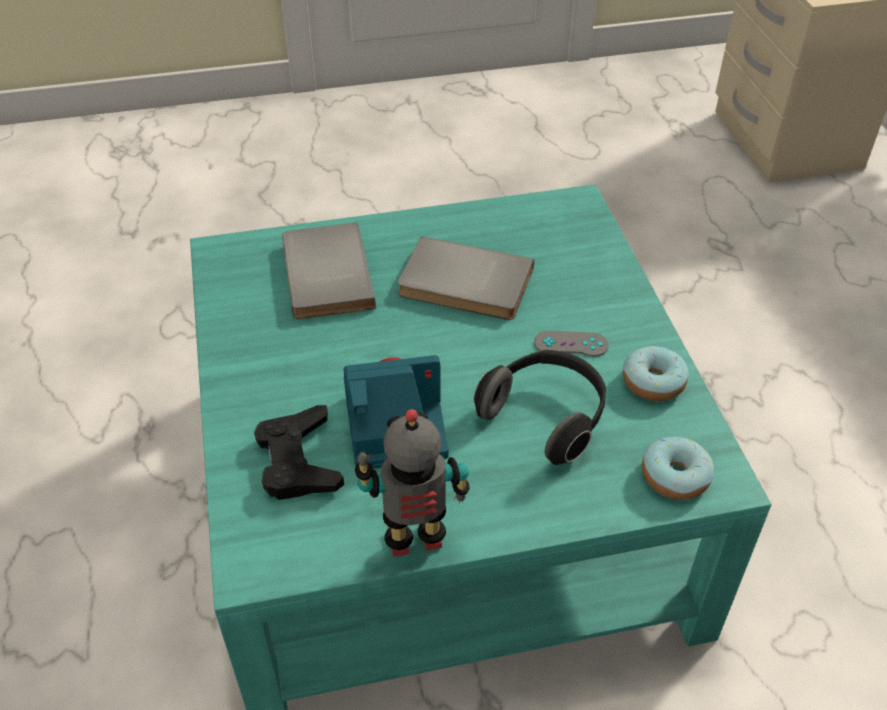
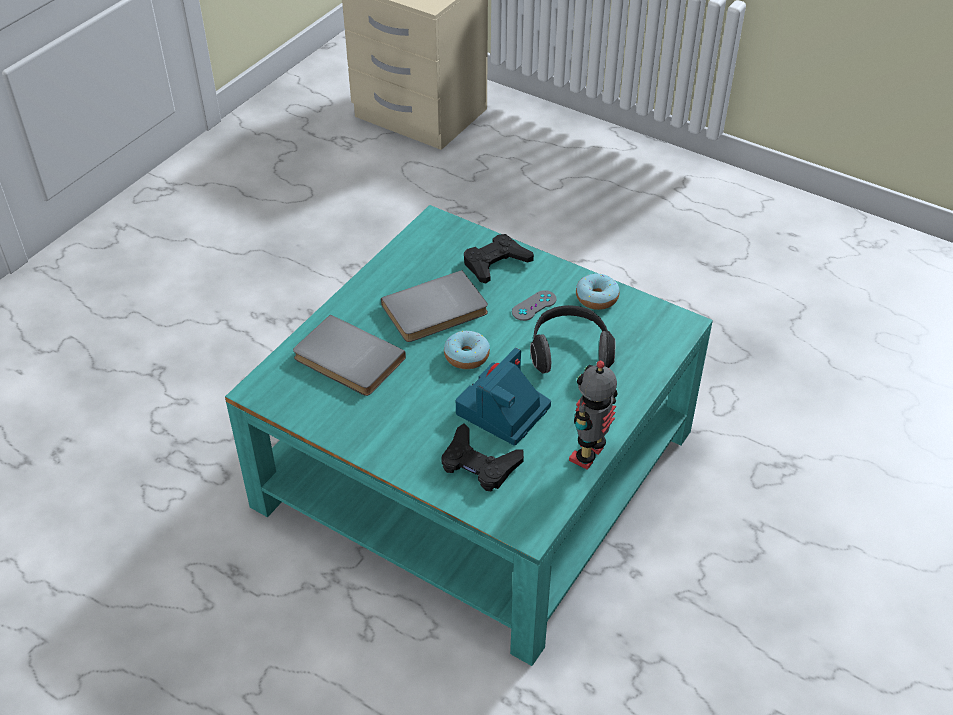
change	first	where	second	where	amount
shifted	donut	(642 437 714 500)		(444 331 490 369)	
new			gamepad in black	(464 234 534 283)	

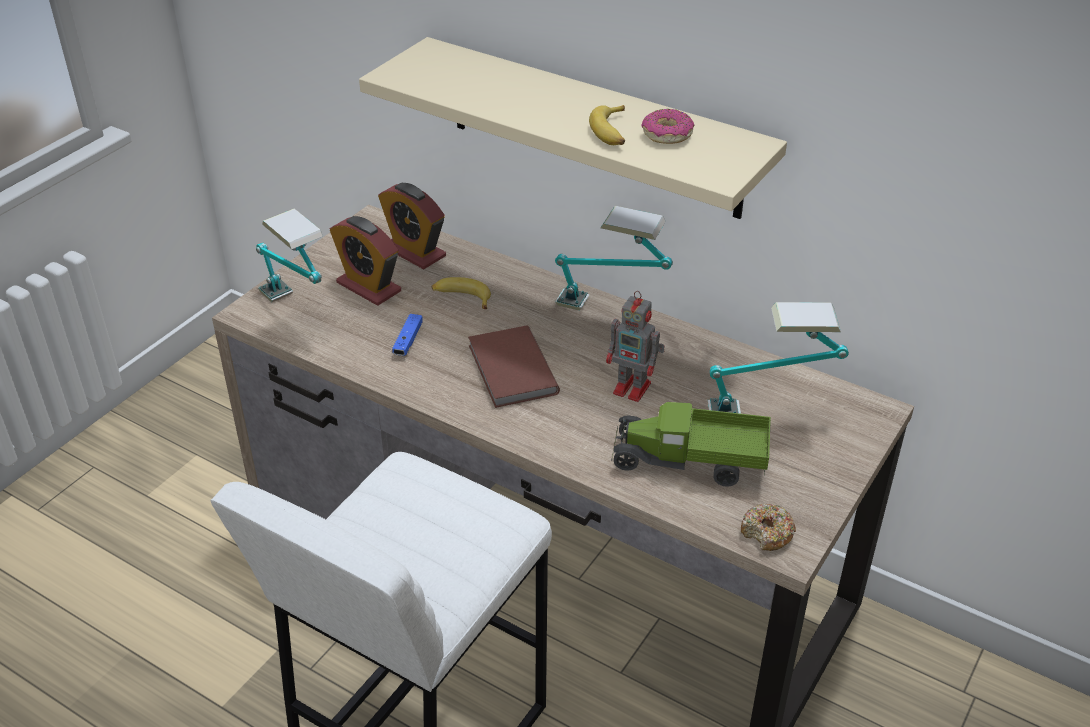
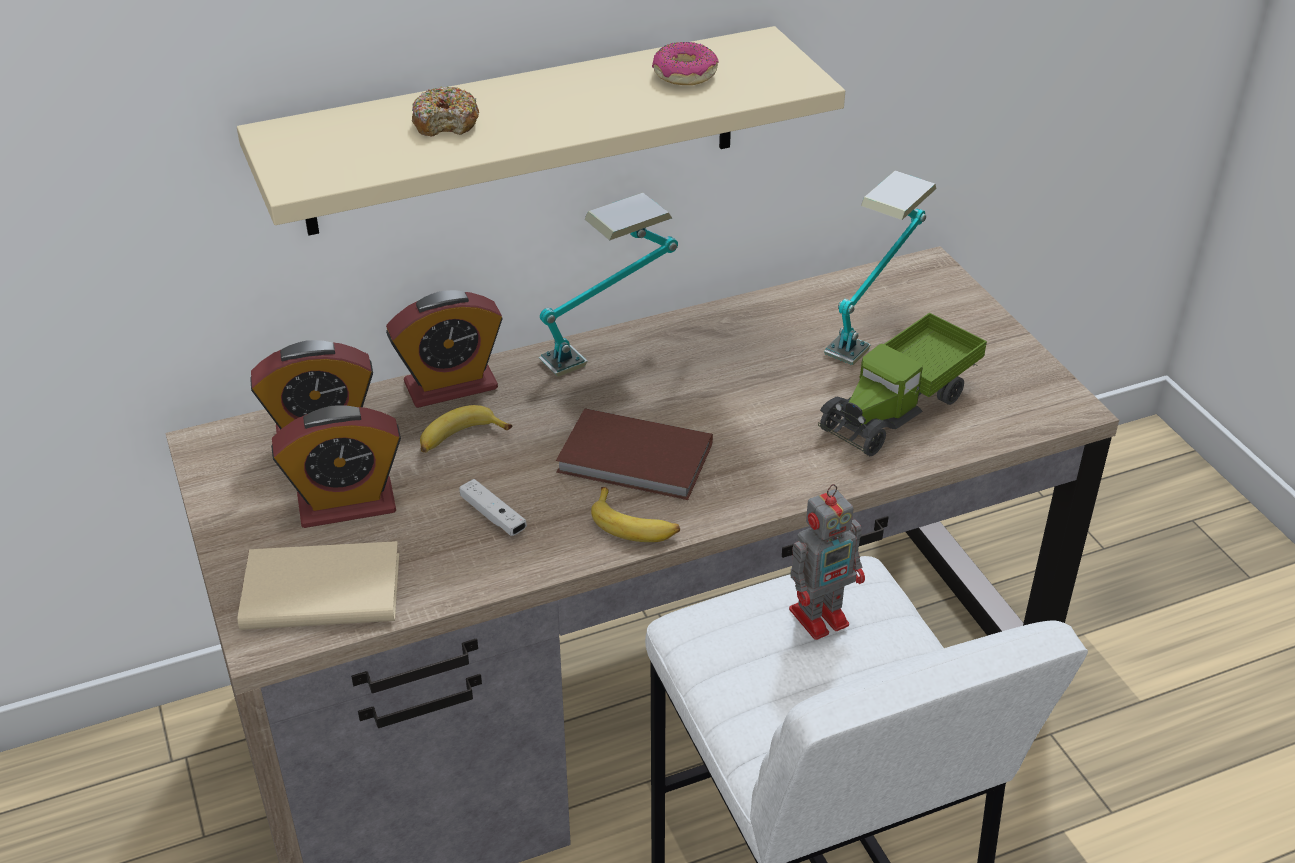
change	first	where	second	where	amount
shifted	banana	(589 105 625 145)		(591 487 680 542)	
swapped	tabletop lamp	(256 208 323 303)	bound book in beige	(237 541 399 630)	
shifted	model robot	(606 291 665 402)		(789 484 865 640)	
repainted	gamepad in blue-coloured	(392 314 423 356)	gamepad in whitish	(459 479 527 536)	
shifted	donut	(741 504 796 551)		(412 87 479 137)	
new			alarm clock	(386 290 503 408)	

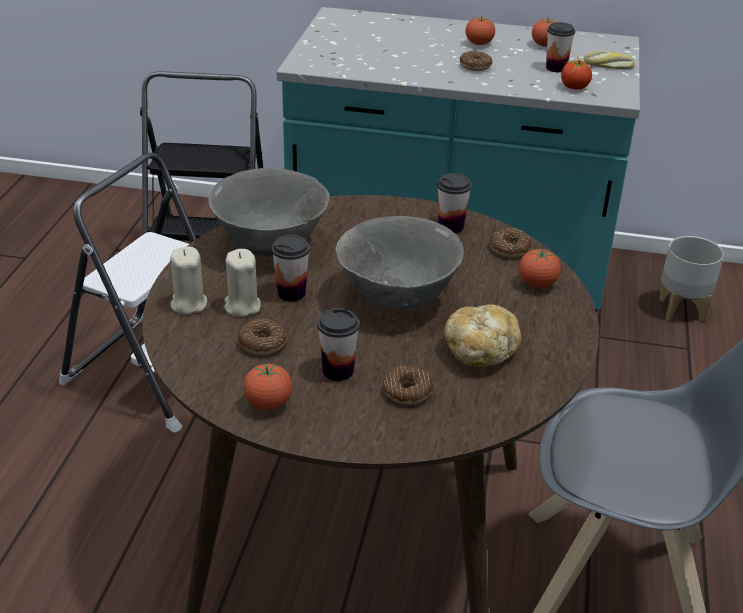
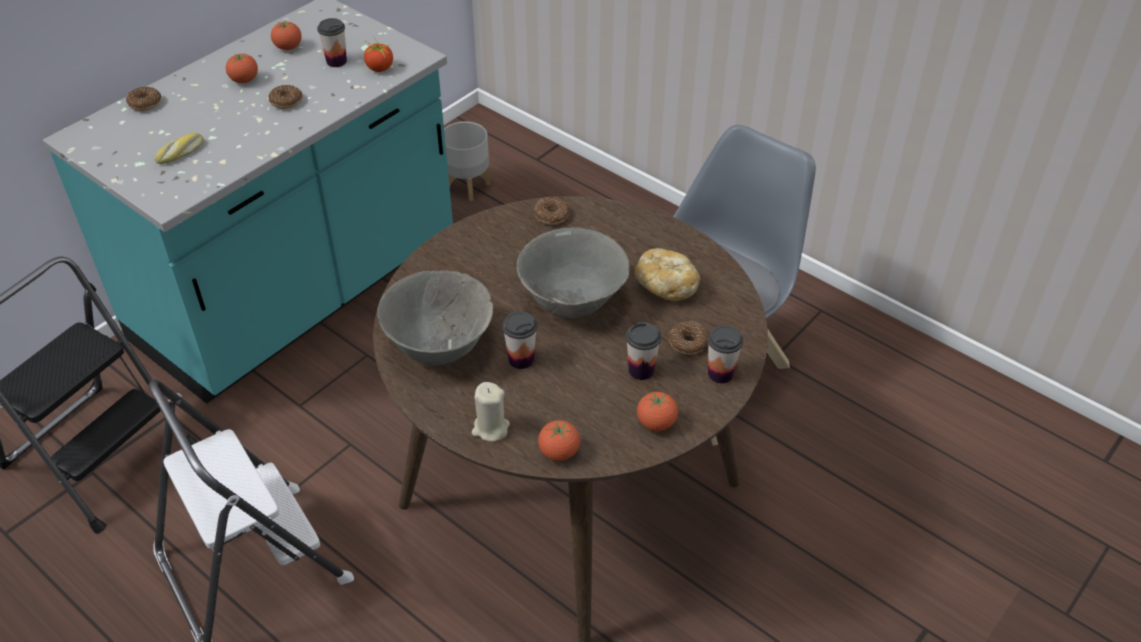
change	first	where	second	where	amount
shifted	bakery bread	(584 50 635 69)		(155 133 204 164)	
shifted	drinking cup	(437 173 472 234)		(708 325 743 383)	
shifted	fresh tomato	(519 248 561 288)		(538 420 580 461)	
gone	wax light in beige	(224 249 261 317)			
shifted	donut	(238 319 287 355)		(126 87 161 111)	

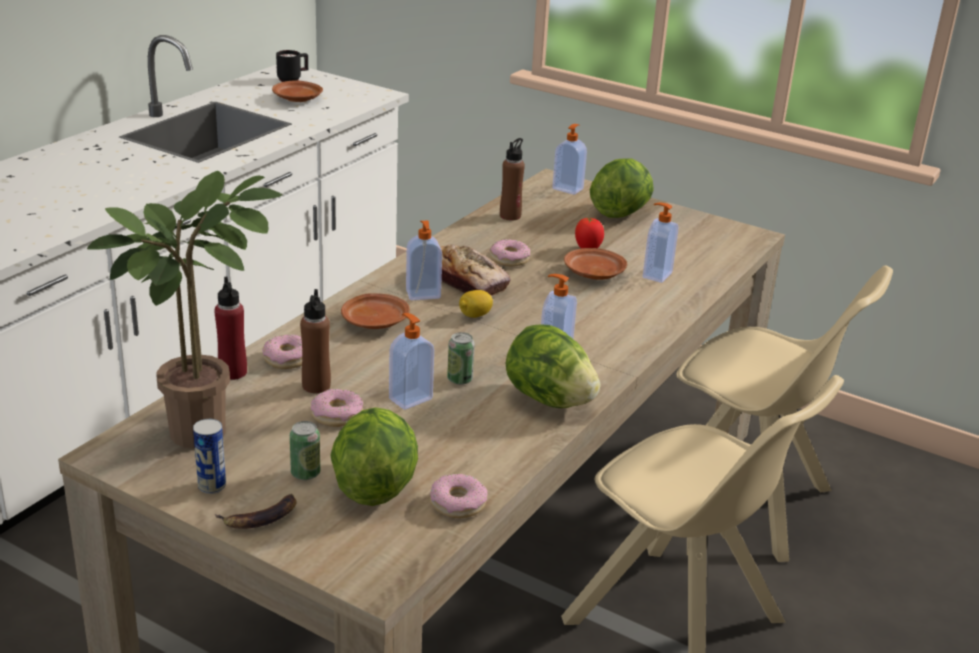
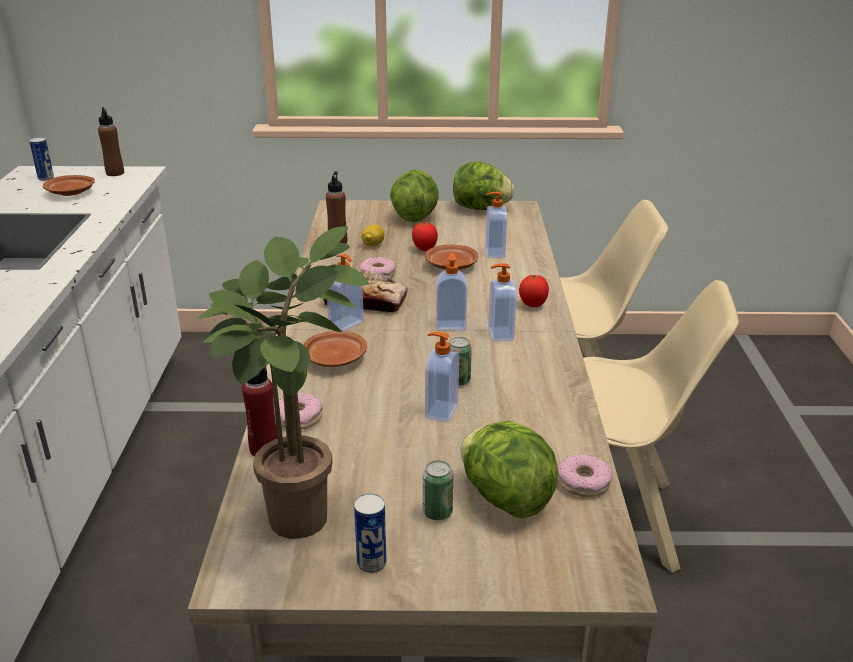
change	first	where	second	where	amount
swapped	mug in black	(276 50 308 82)	metal can	(29 137 54 181)	
shifted	soap dispenser	(552 124 587 195)		(436 253 467 331)	
shifted	beverage bottle in brownish	(300 289 331 393)		(98 107 124 176)	
shifted	citrus fruit	(459 290 493 318)		(361 225 385 247)	
shifted	head of lettuce	(506 324 600 408)		(453 161 515 210)	
gone	donut	(311 389 363 427)			
gone	banana	(215 494 297 529)			
new			fresh tomato	(519 274 549 307)	

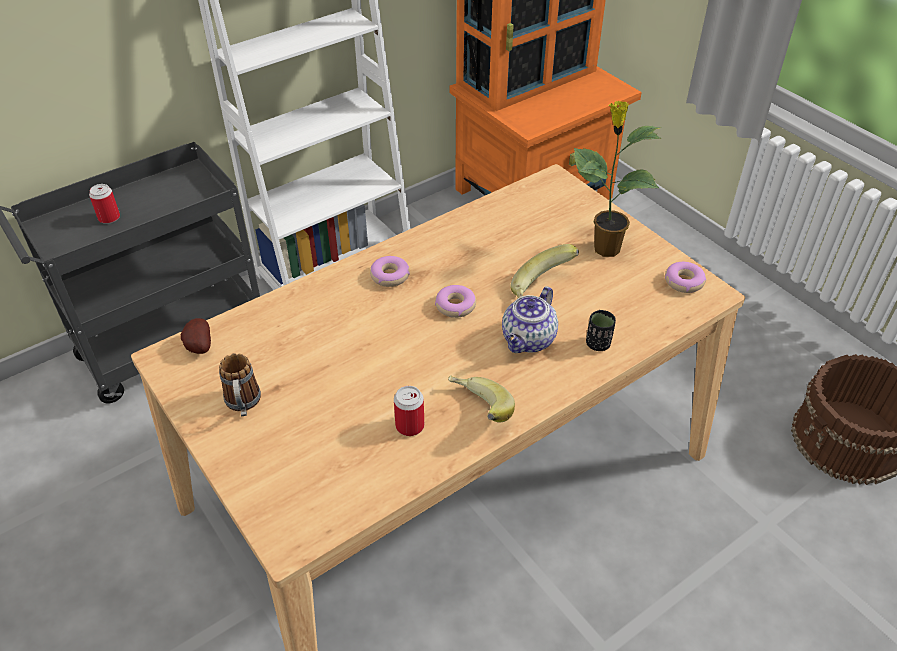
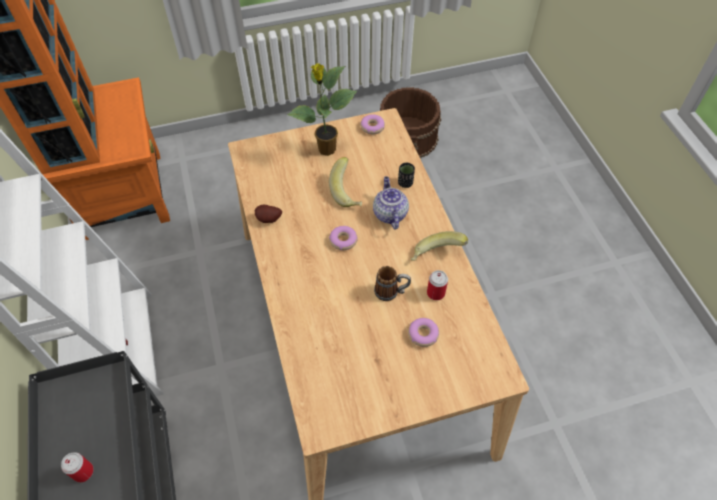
change	first	where	second	where	amount
shifted	donut	(370 256 410 287)		(408 318 439 347)	
rotated	teapot	(502 286 558 353)		(373 176 409 230)	150 degrees counterclockwise
shifted	potato	(181 318 211 354)		(255 205 282 223)	
shifted	mug	(219 353 261 417)		(374 266 411 301)	

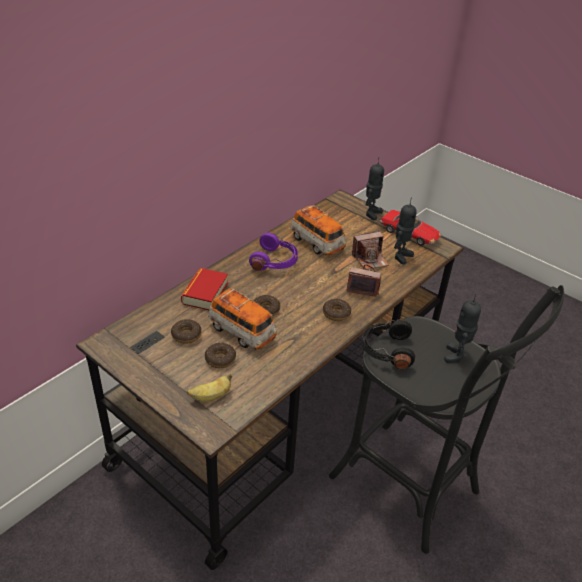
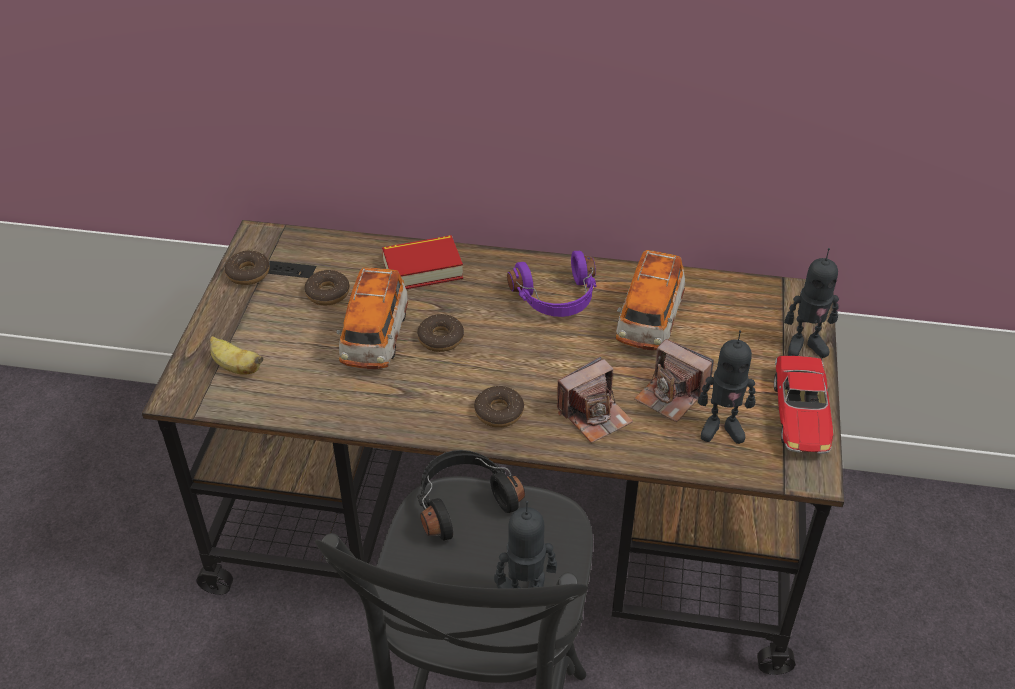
change	first	where	second	where	amount
rotated	photo camera	(346 264 381 297)		(557 356 633 443)	75 degrees clockwise
shifted	donut	(205 343 236 368)		(225 251 270 285)	

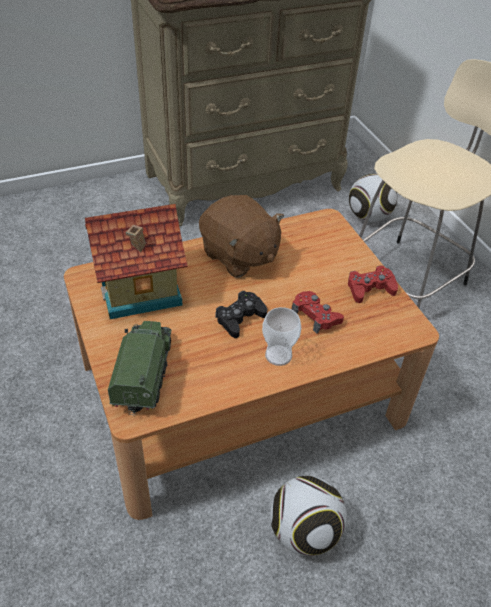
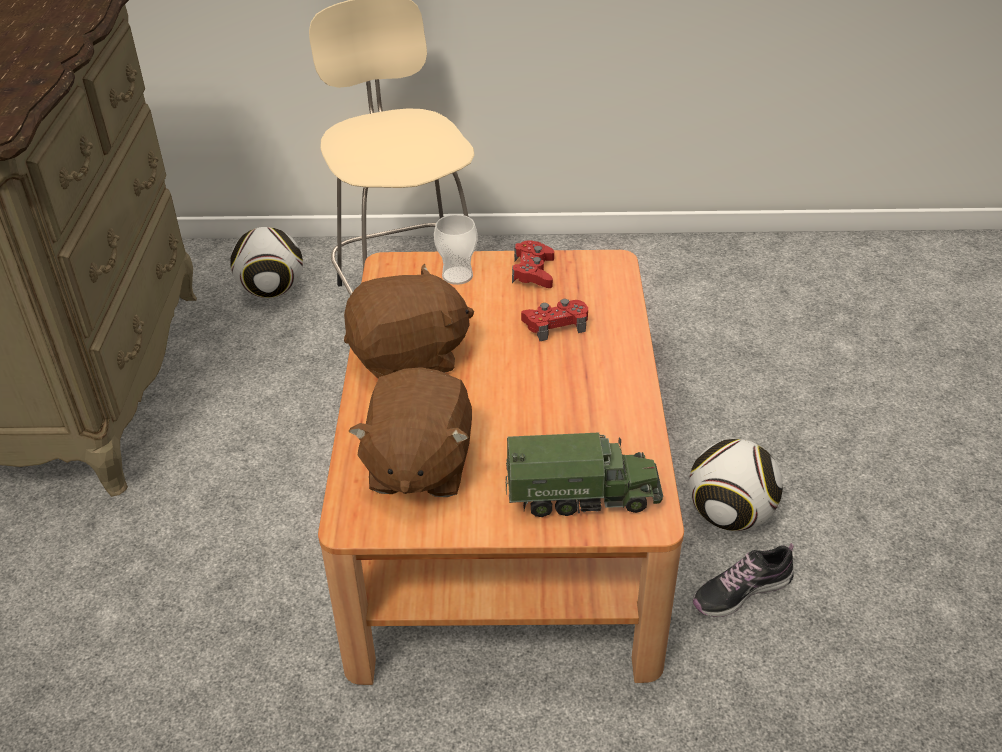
change	first	where	second	where	amount
swapped	miniature house	(85 204 188 319)	cuddly toy in brownish	(349 367 472 497)	
gone	gamepad in black	(216 291 267 338)			
shifted	drinking cup	(262 307 301 366)		(434 214 478 285)	
rotated	toy truck	(108 321 171 415)		(506 432 663 517)	150 degrees clockwise
new			low shoe	(693 543 794 617)	

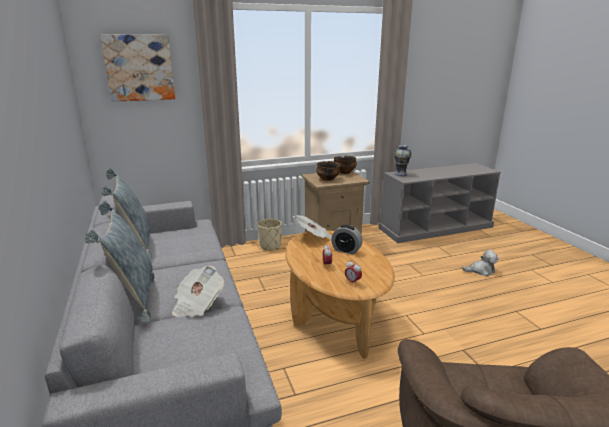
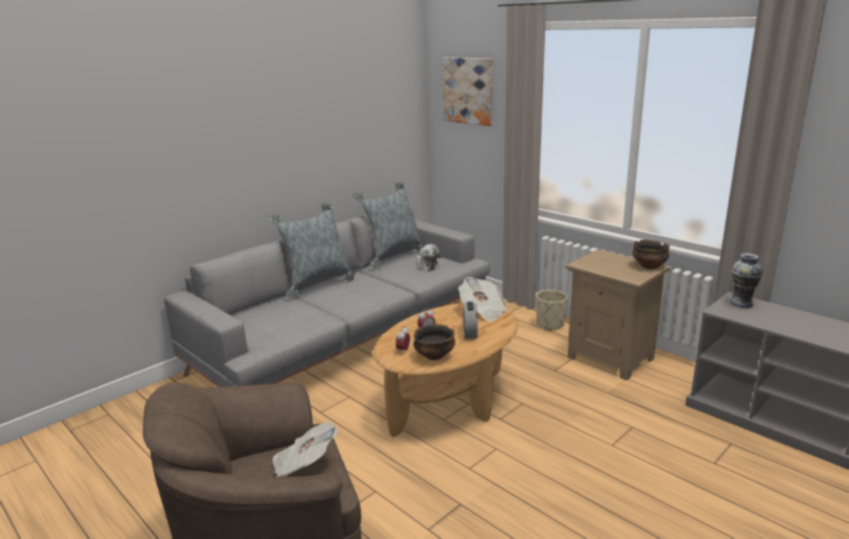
change	first	where	second	where	amount
shifted	deep dish	(316 161 341 181)		(413 324 455 360)	
shifted	cuddly toy	(462 250 499 276)		(416 244 441 271)	
shifted	printed paper	(172 266 224 317)		(273 421 337 477)	

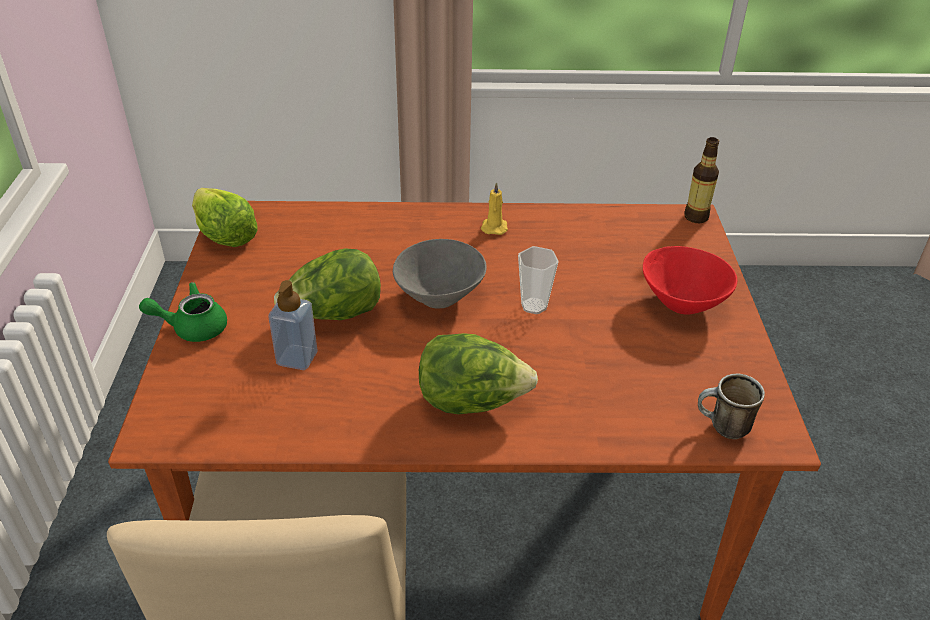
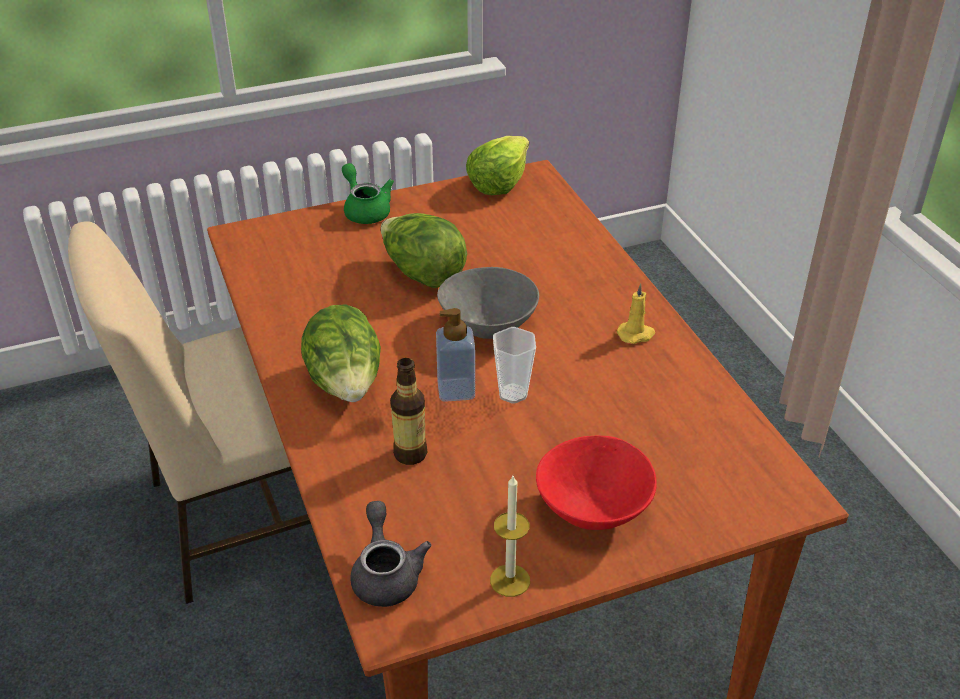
change	first	where	second	where	amount
shifted	beverage bottle	(684 137 719 223)		(390 358 427 465)	
shifted	soap dispenser	(268 280 317 370)		(436 308 475 402)	
swapped	mug	(698 374 765 439)	teapot in greyish	(350 501 431 607)	
new			wax light	(490 476 530 597)	

